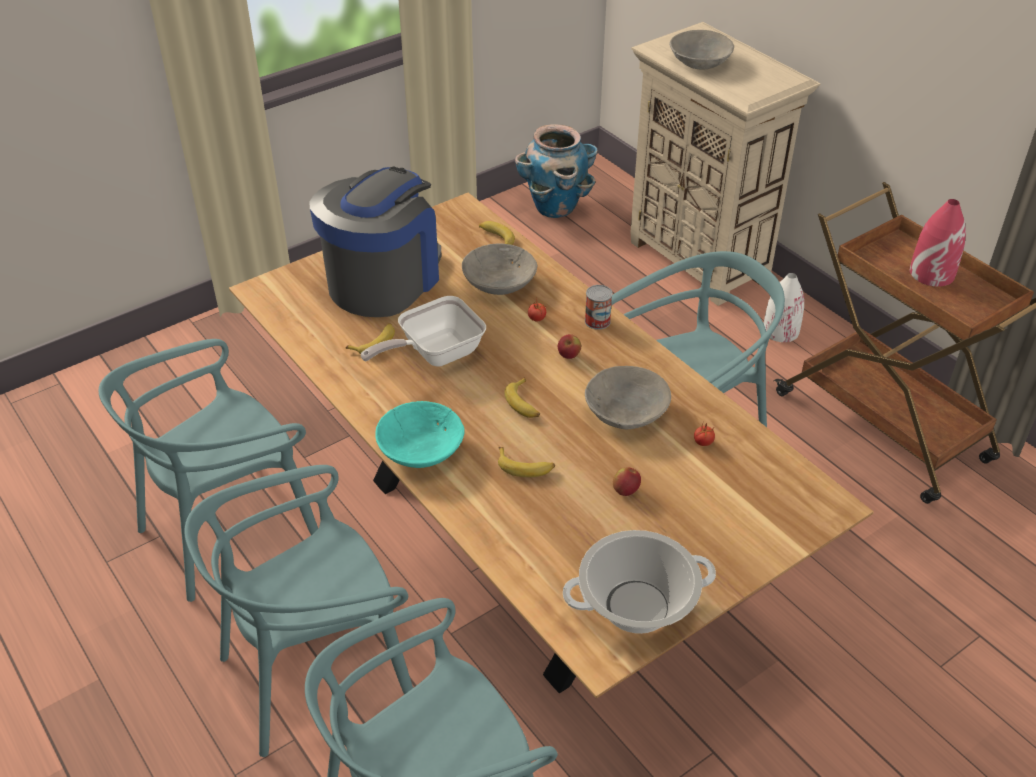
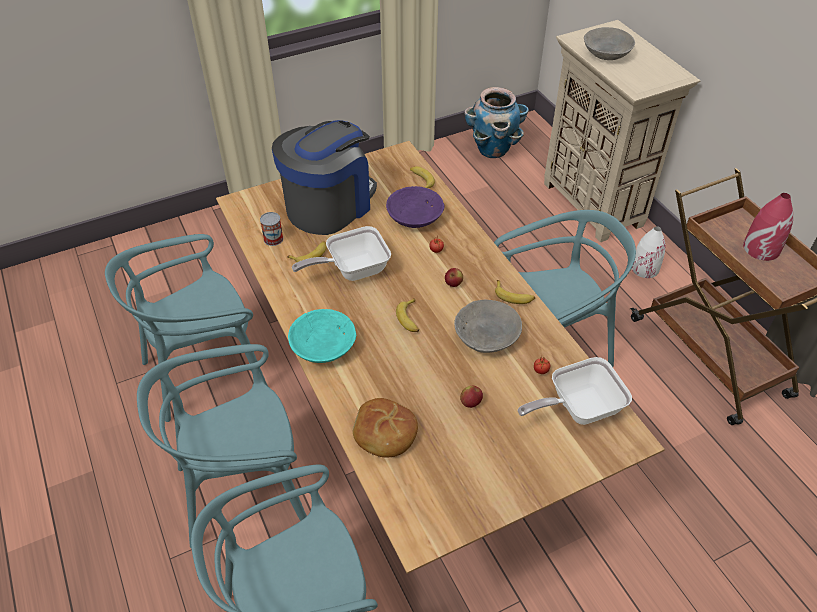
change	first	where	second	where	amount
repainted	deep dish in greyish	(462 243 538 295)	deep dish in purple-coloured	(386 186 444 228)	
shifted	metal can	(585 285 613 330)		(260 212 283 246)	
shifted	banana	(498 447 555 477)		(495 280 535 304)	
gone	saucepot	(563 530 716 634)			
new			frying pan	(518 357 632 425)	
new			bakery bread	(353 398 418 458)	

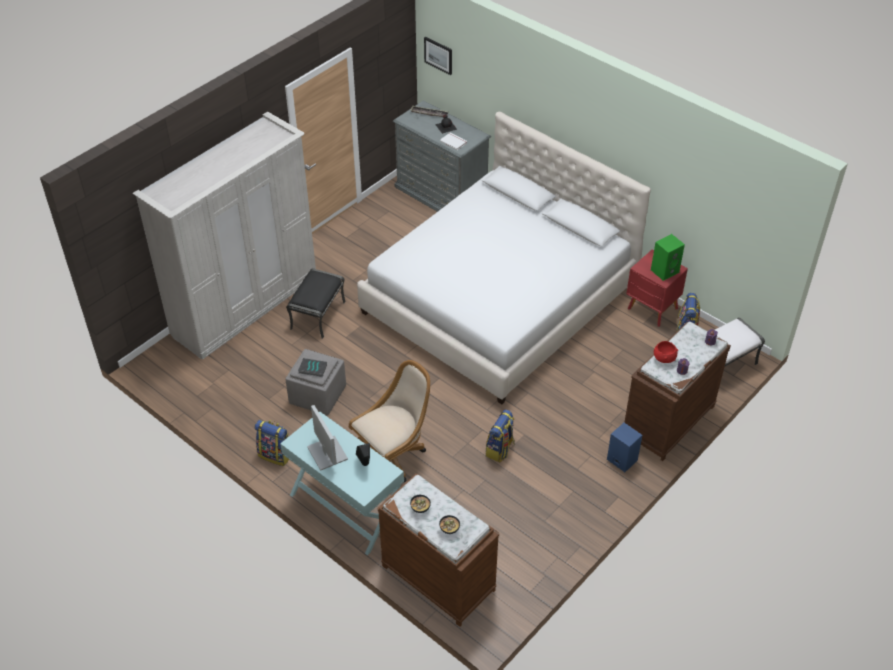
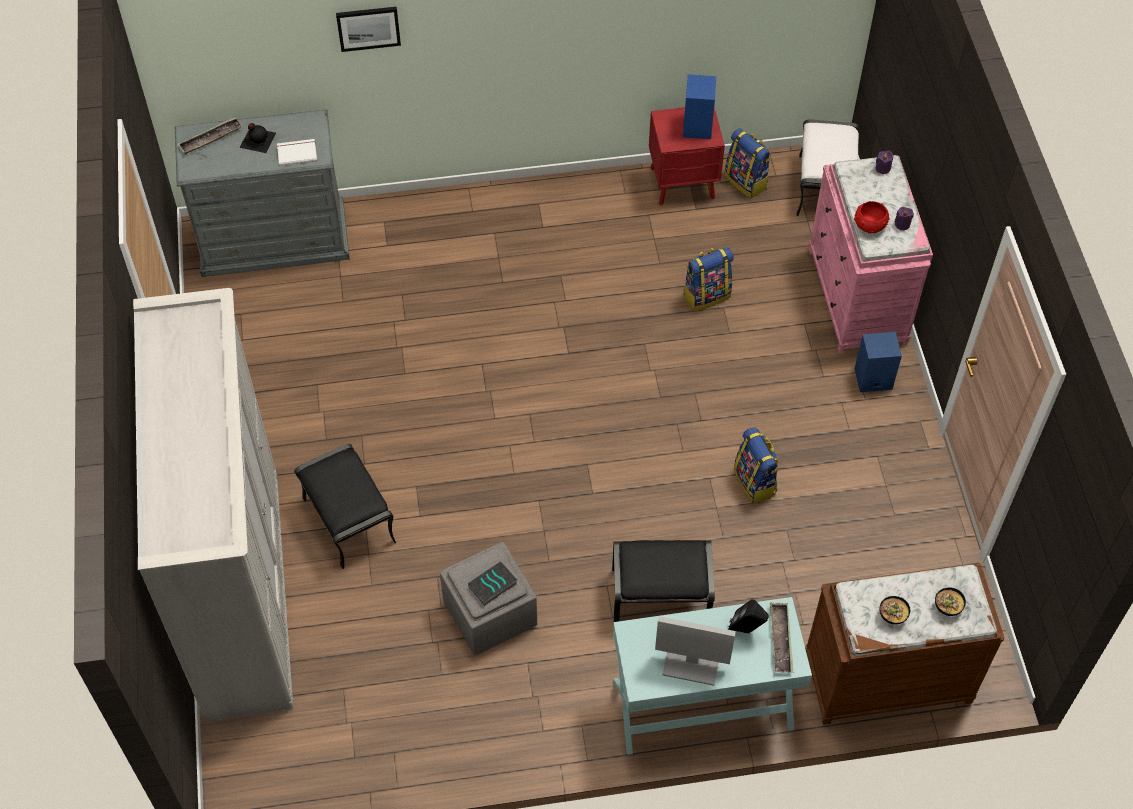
change	first	where	second	where	amount
shifted	picture	(424 37 452 75)		(336 7 401 52)	
gone	bed in whitish	(357 112 651 404)			
repainted	loudspeaker in green-coloured	(651 234 685 281)	loudspeaker in blue-coloured	(683 74 716 139)	
repainted	drawer chest in brownish	(624 321 731 461)	drawer chest in pink	(809 155 933 353)	
swapped	office chair	(349 360 430 482)	pouffe in black	(612 540 715 622)	
shifted	backpack	(255 420 289 466)		(683 247 734 311)	
new			tray	(770 602 793 673)	

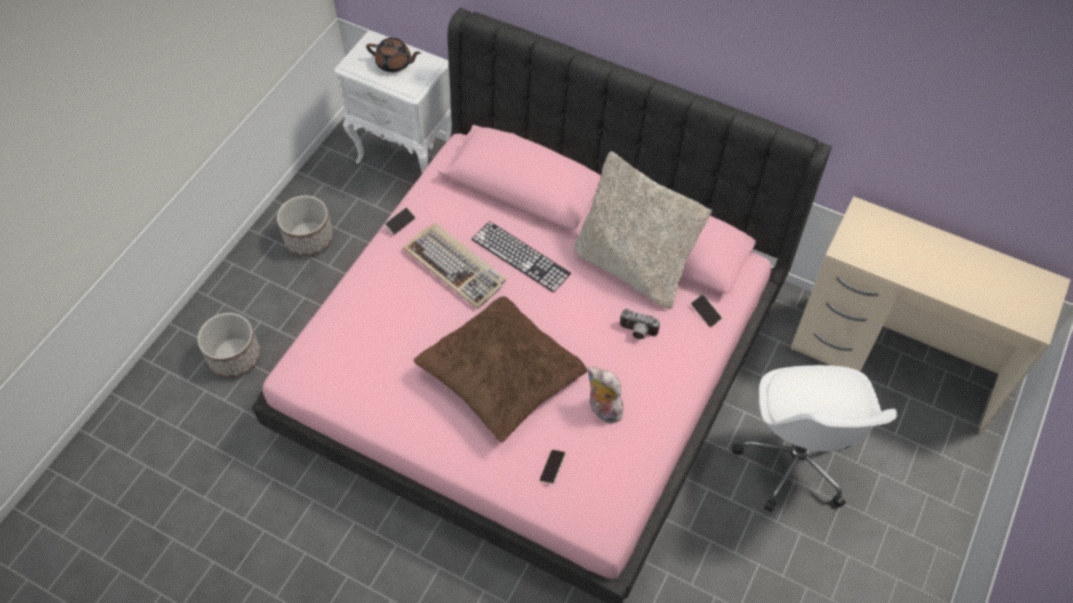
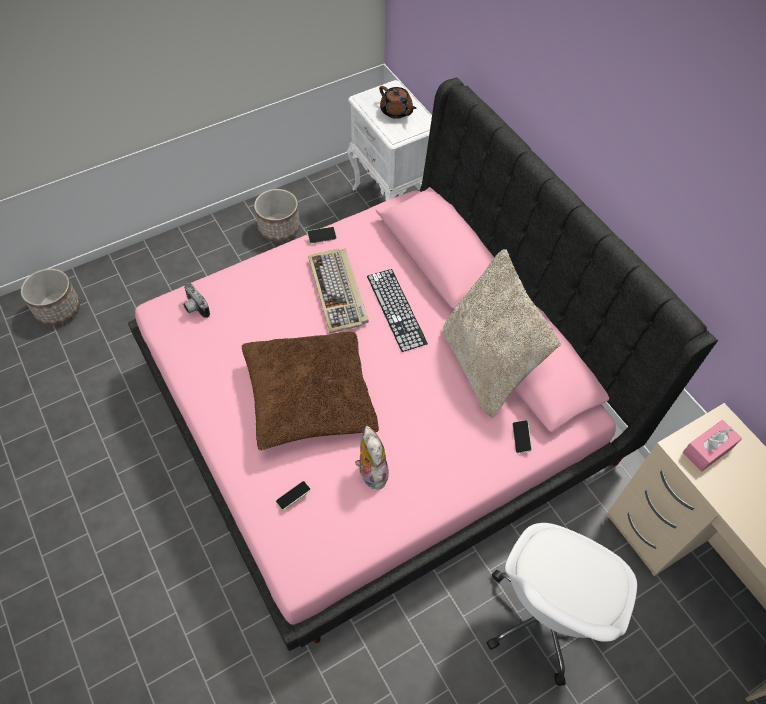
change	first	where	second	where	amount
shifted	photo camera	(620 309 660 339)		(183 282 210 318)	
shifted	plant pot	(197 313 261 378)		(21 268 80 325)	
new			tissue box in pink	(683 420 742 472)	

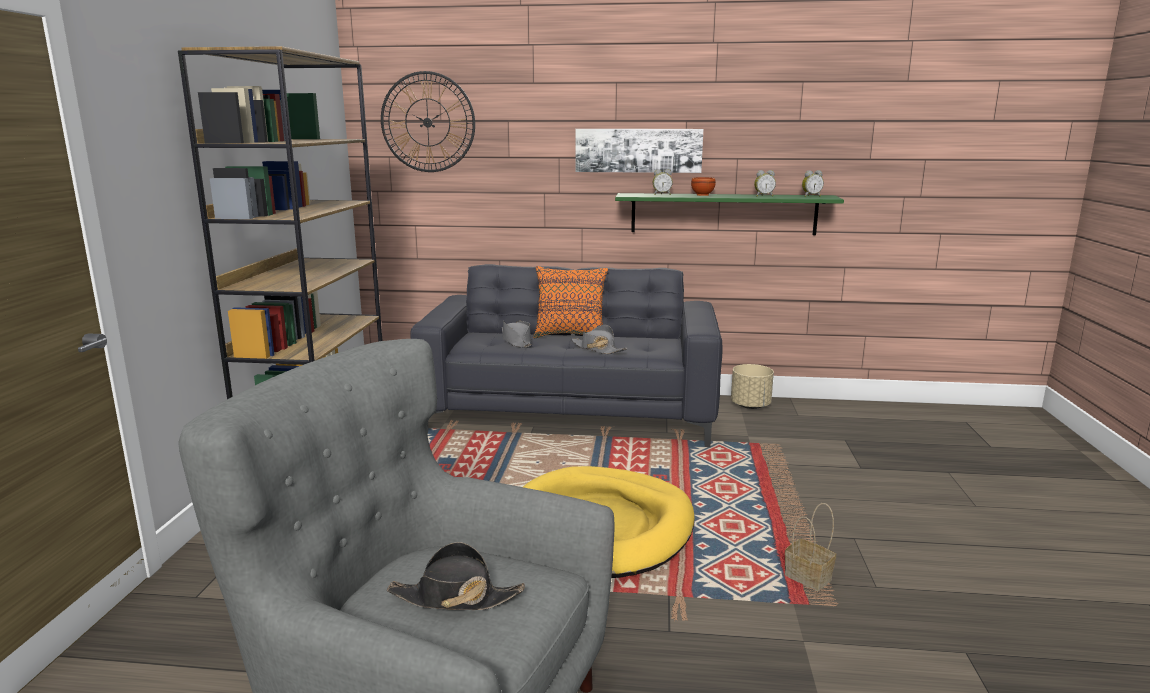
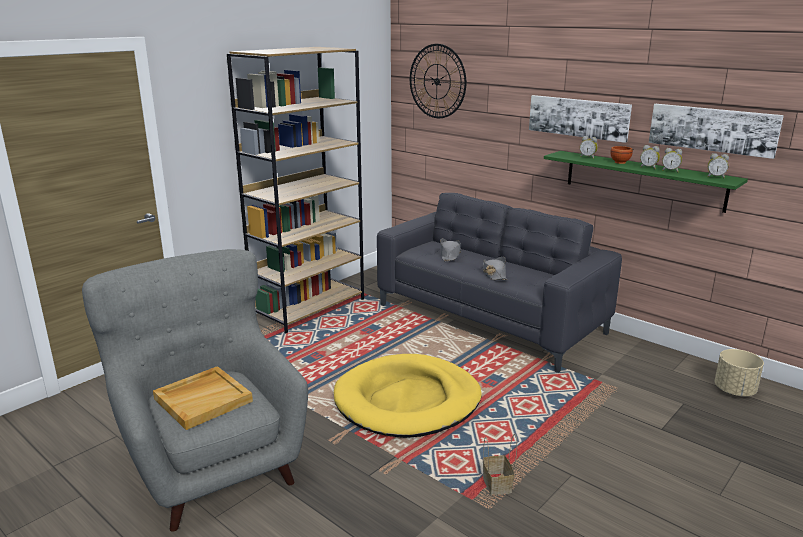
change	first	where	second	where	amount
gone	pillow in orange	(533 266 608 338)			
shifted	plant pot in beige	(731 364 774 409)		(715 349 764 396)	
swapped	clothing hat in black	(387 542 525 610)	tray in beige	(153 366 253 430)	
new			picture	(649 104 784 159)	
new			alarm clock	(640 145 660 169)	

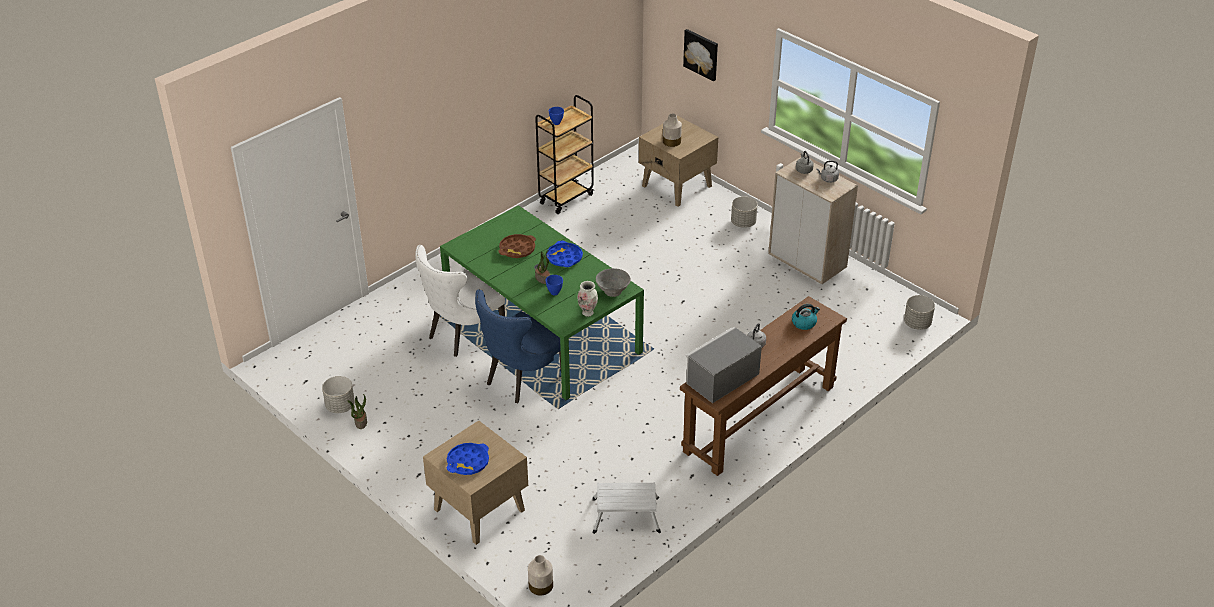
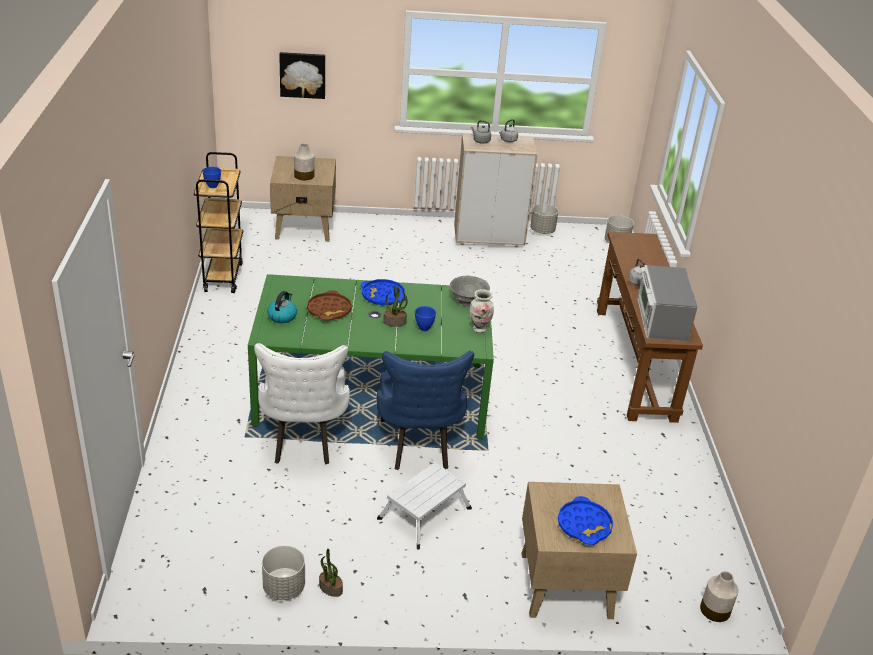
change	first	where	second	where	amount
shifted	plant pot in greyish	(731 196 758 228)		(530 204 558 234)	
shifted	tea kettle	(792 304 820 330)		(267 291 297 323)	
shifted	stepladder in whitish	(592 482 661 534)		(377 462 472 549)	

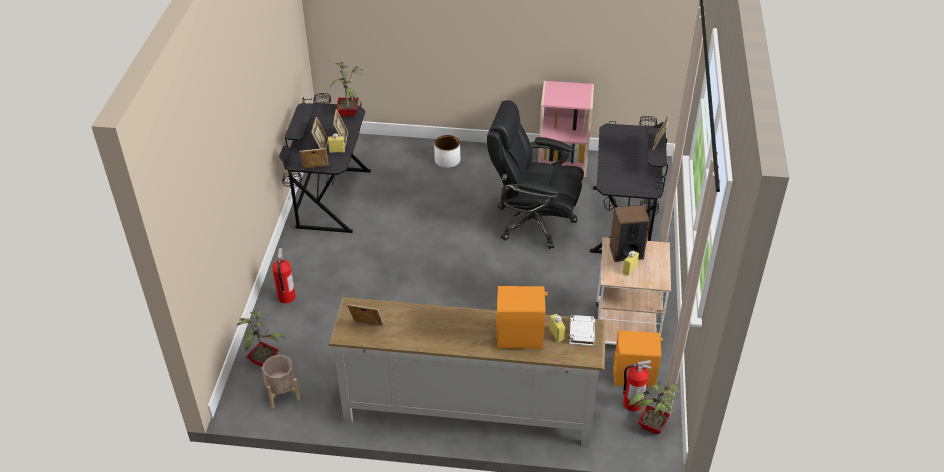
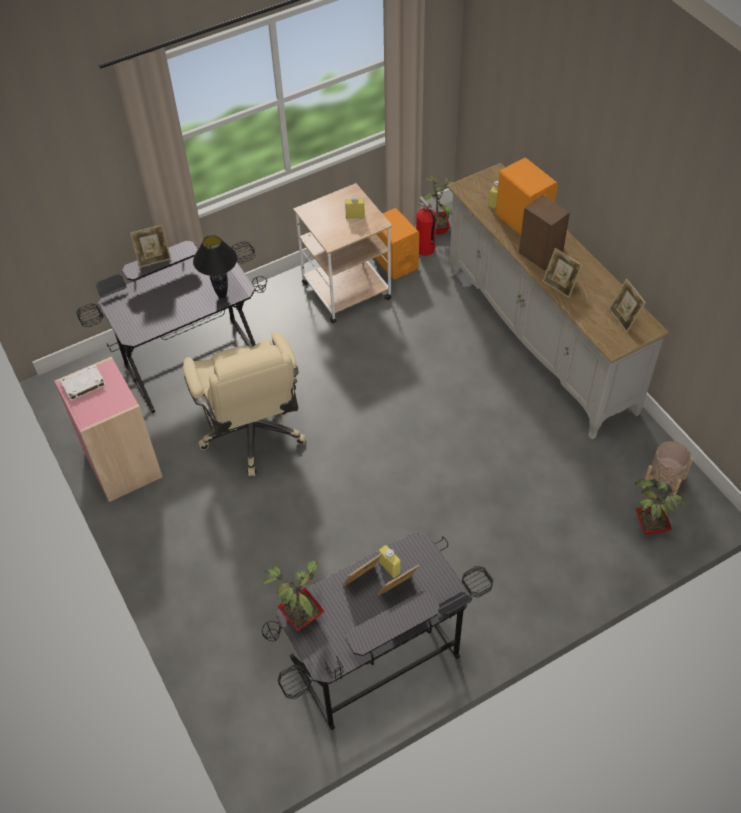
change	first	where	second	where	amount
repainted	office chair in black	(487 100 584 249)	office chair in beige	(183 331 306 476)	
gone	plant pot in whitish	(434 135 460 168)			
shifted	photo frame	(300 148 329 168)		(543 248 583 298)	
shifted	loudspeaker	(610 205 650 262)		(519 195 570 271)	
gone	fire-fighting cylinder	(272 248 296 304)			
shifted	bound book in whitish	(569 315 595 346)		(60 364 106 401)	
new			tabletop lamp in black	(193 235 237 298)	

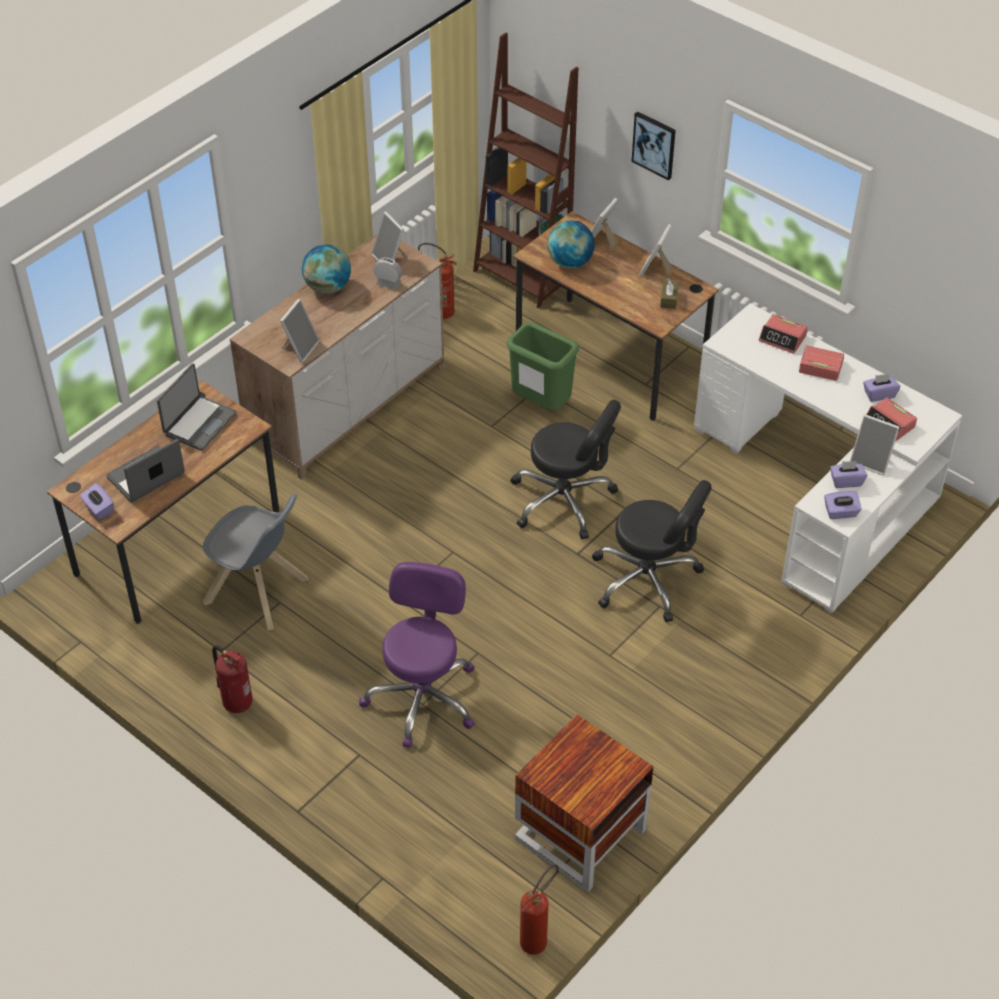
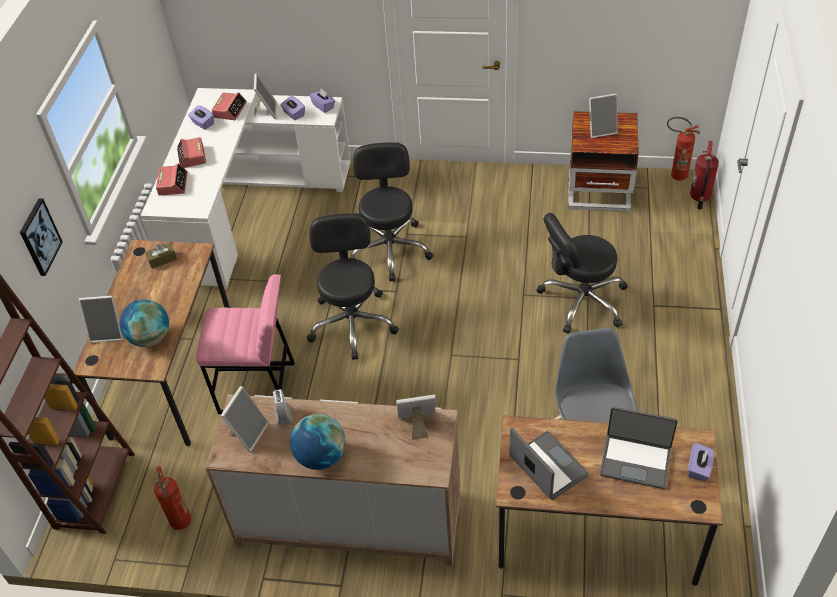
change	first	where	second	where	amount
shifted	photo frame	(639 224 673 277)		(589 93 618 138)	
swapped	trash can in green-coloured	(507 322 579 410)	stool in pink	(196 274 295 414)	
rotated	notebook computer	(157 363 237 451)		(509 428 589 500)	60 degrees clockwise
repainted	office chair in purple-coloured	(359 562 475 748)	office chair in black	(536 213 628 334)	
shifted	fire-fighting cylinder	(212 645 253 713)		(690 141 719 210)	

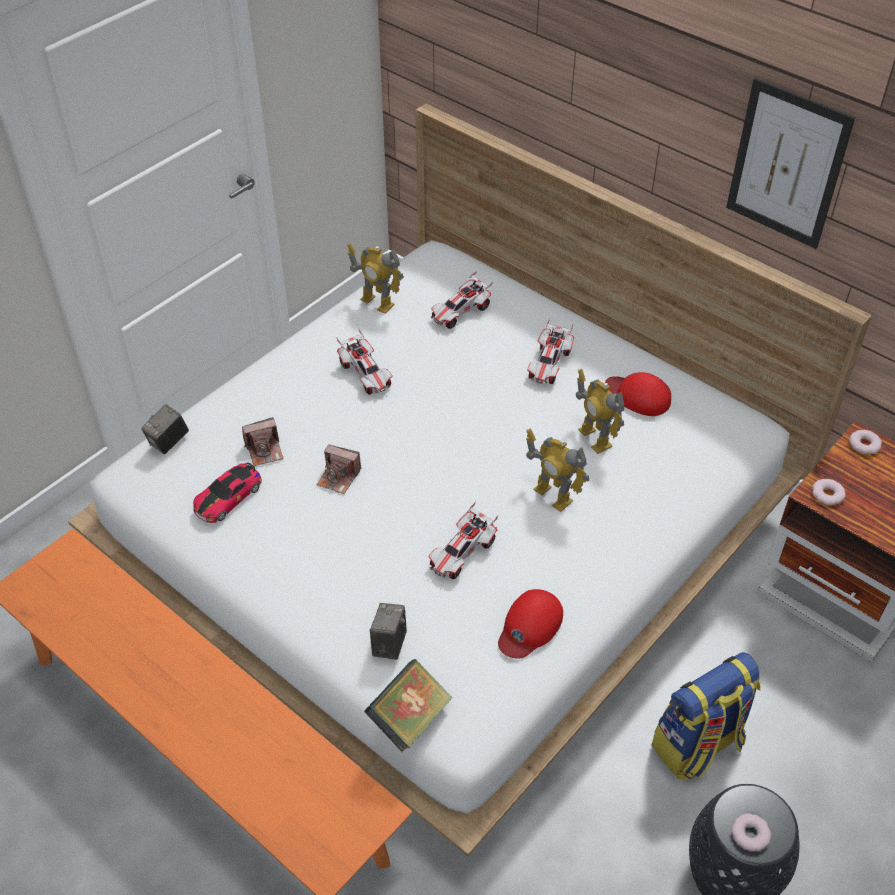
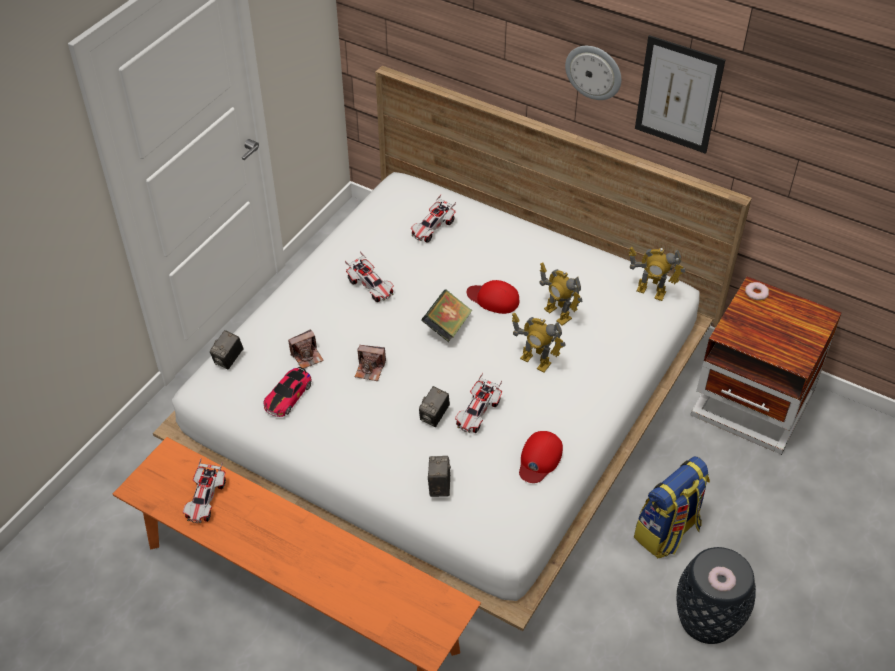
change	first	where	second	where	amount
shifted	model robot	(347 243 404 314)		(629 247 685 301)	
shifted	toy car	(527 318 574 384)		(183 458 226 523)	
shifted	baseball cap in reddish	(605 372 671 416)		(467 280 520 314)	
gone	donut	(812 479 846 505)			
shifted	bound book	(364 659 453 752)		(422 290 472 342)	
new			hanging clock	(565 46 621 100)	
new			photo camera	(419 386 450 427)	

